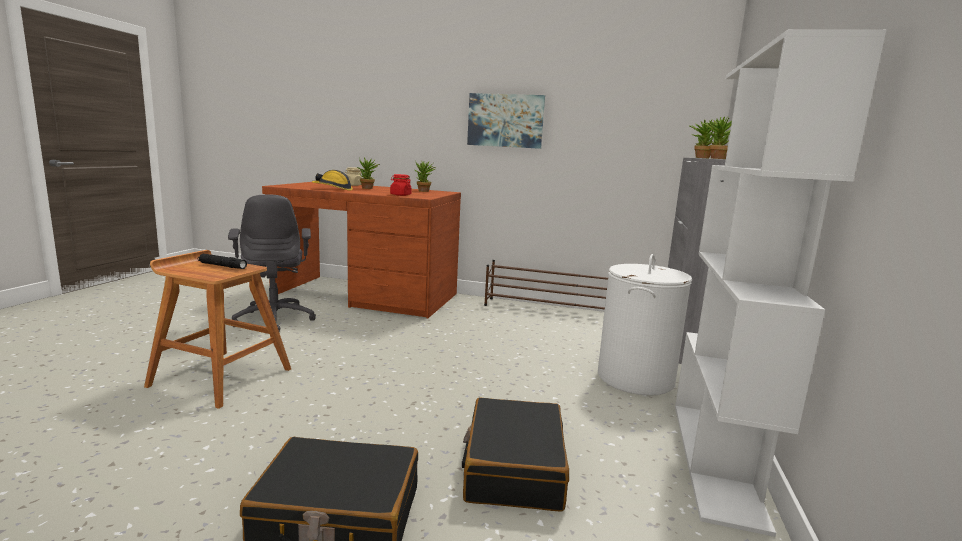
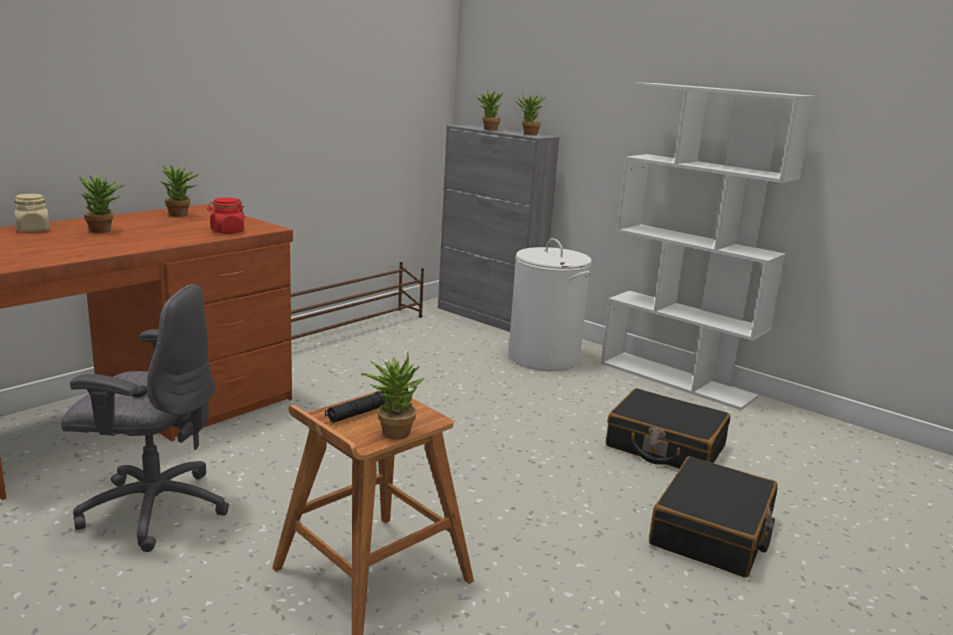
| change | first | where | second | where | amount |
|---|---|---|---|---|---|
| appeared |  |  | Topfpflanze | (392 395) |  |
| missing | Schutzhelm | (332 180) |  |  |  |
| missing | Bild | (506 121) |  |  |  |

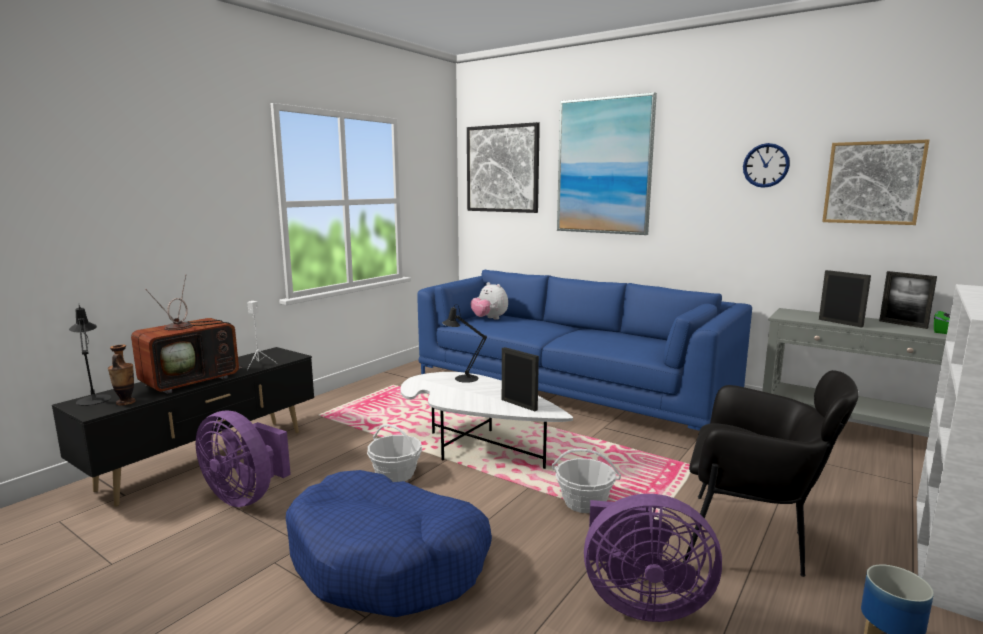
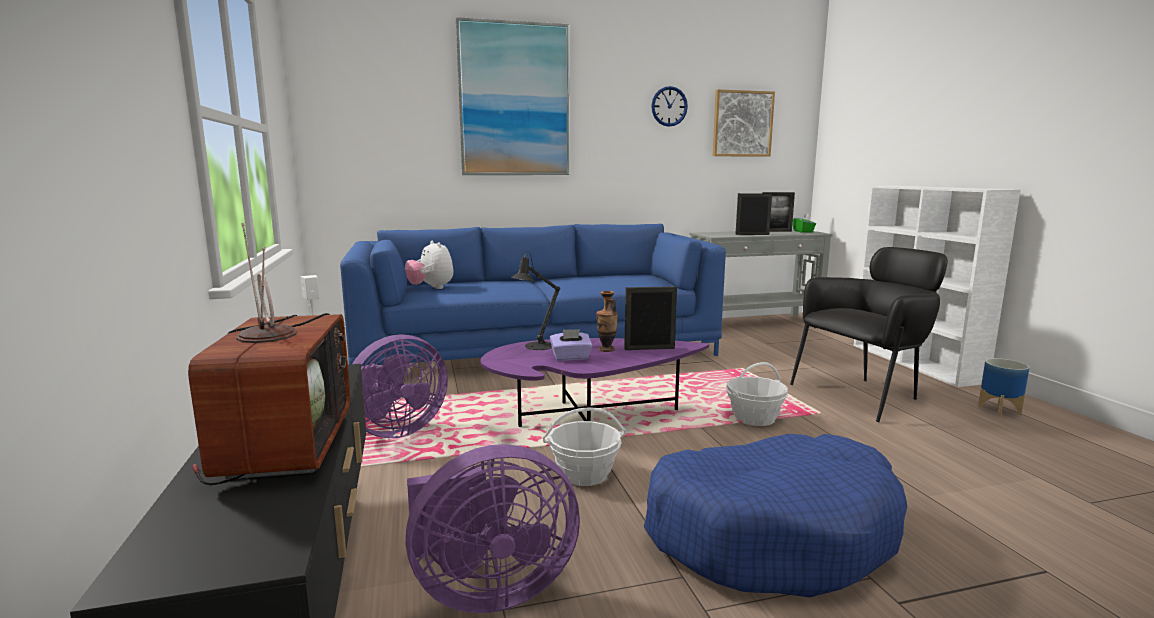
| change | first | where | second | where | amount |
|---|---|---|---|---|---|
| relocated | Ventilator (lila) | (653 558) |  | (400 386) |  |
| spun | Plüschtier | (489 301) |  | (429 265) | 60 degrees clockwise |
| colour | Couchtisch (weiß) | (486 420) | Couchtisch (lila) | (594 382) |  |
| appeared |  |  | Taschentuchbox (lila) | (571 345) |  |
| relocated | Vase | (121 374) |  | (607 321) |  |
| missing | Tischlampe (schwarz) | (90 355) |  |  |  |
| missing | Bild | (503 167) |  |  |  |

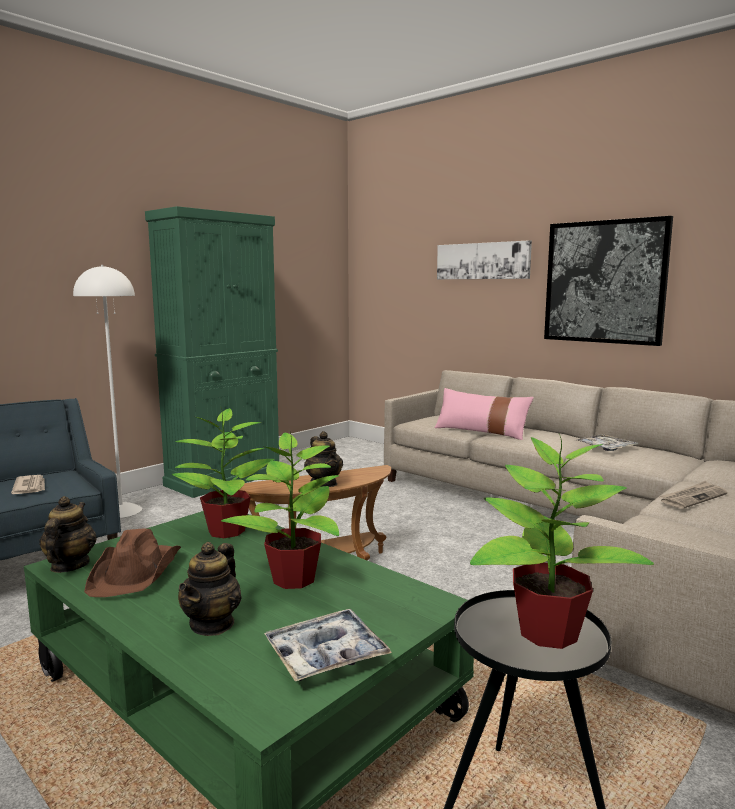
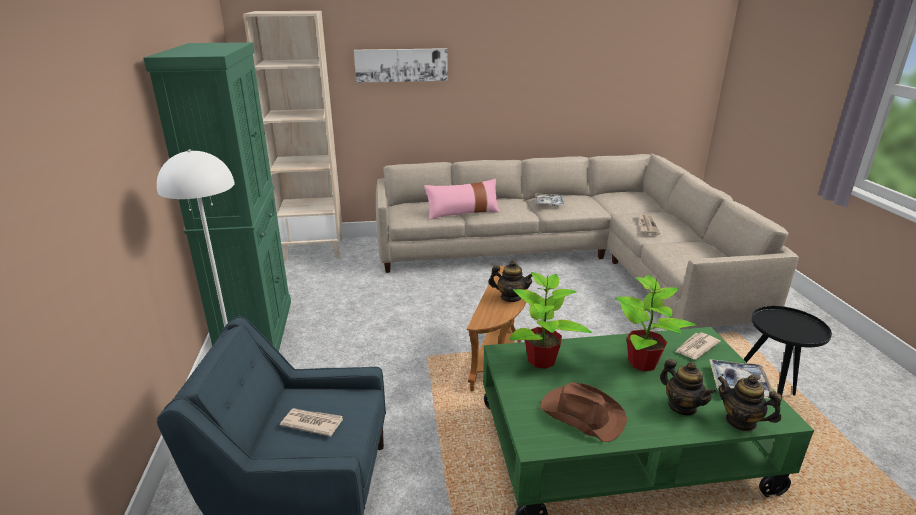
| change | first | where | second | where | amount |
|---|---|---|---|---|---|
| appeared |  |  | Bücherregal (beige) | (292 136) |  |
| appeared |  |  | Zeitung | (698 345) |  |
| relocated | Teekanne | (68 534) |  | (749 403) |  |
| missing | Topfpflanze | (562 541) |  |  |  |
| missing | Bild | (608 281) |  |  |  |

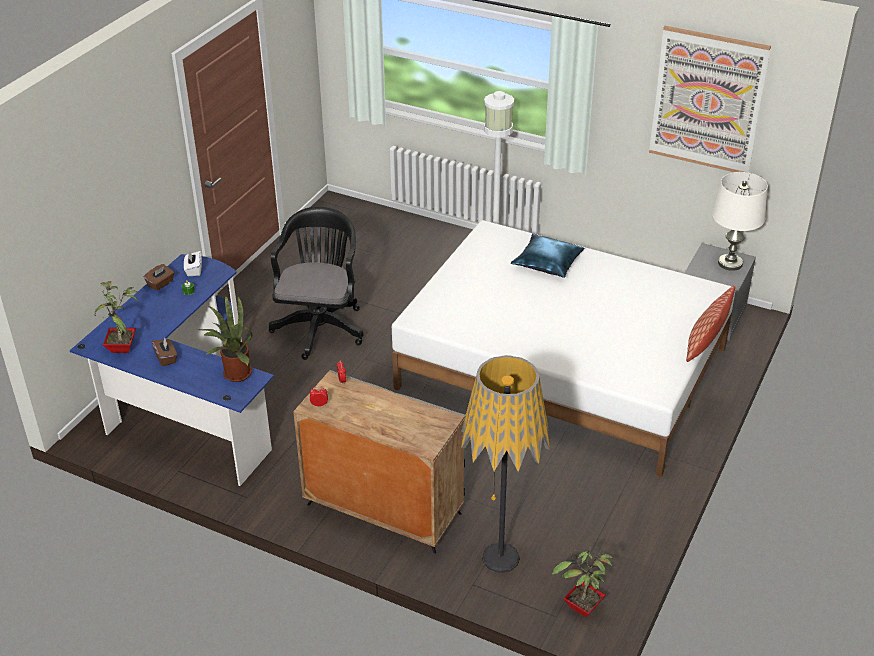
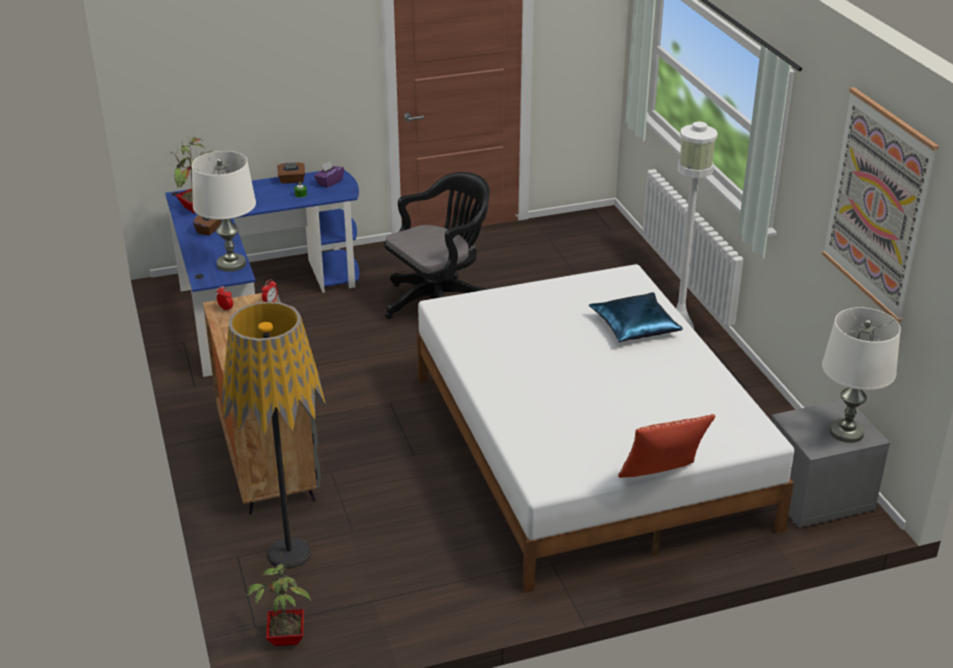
| change | first | where | second | where | amount |
|---|---|---|---|---|---|
| exchanged | Topfpflanze | (226 338) | Tischlampe (weiß) | (224 211) |  |
| colour | Taschentuchbox (weiß) | (193 263) | Taschentuchbox (lila) | (329 174) |  |

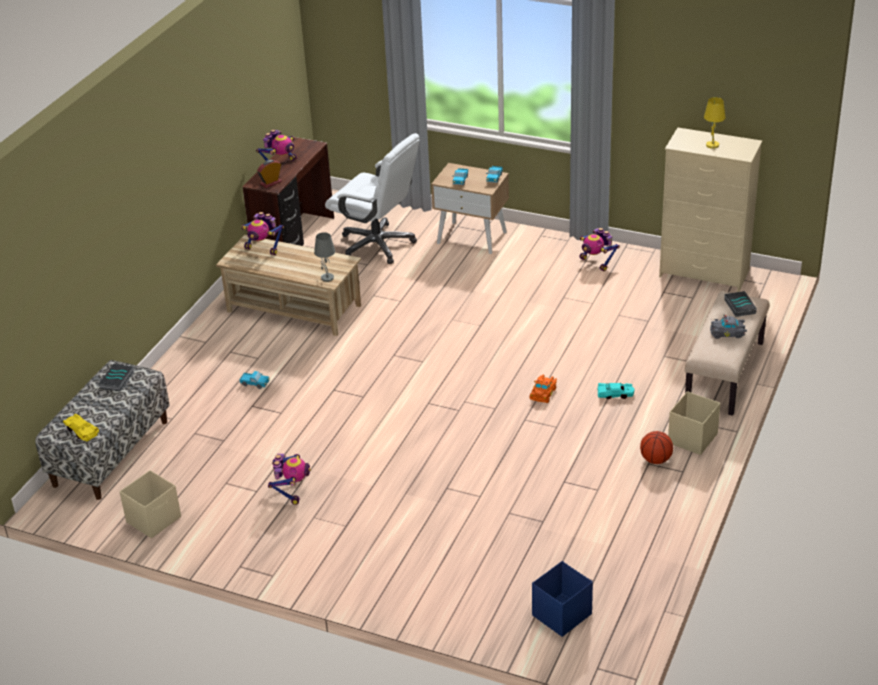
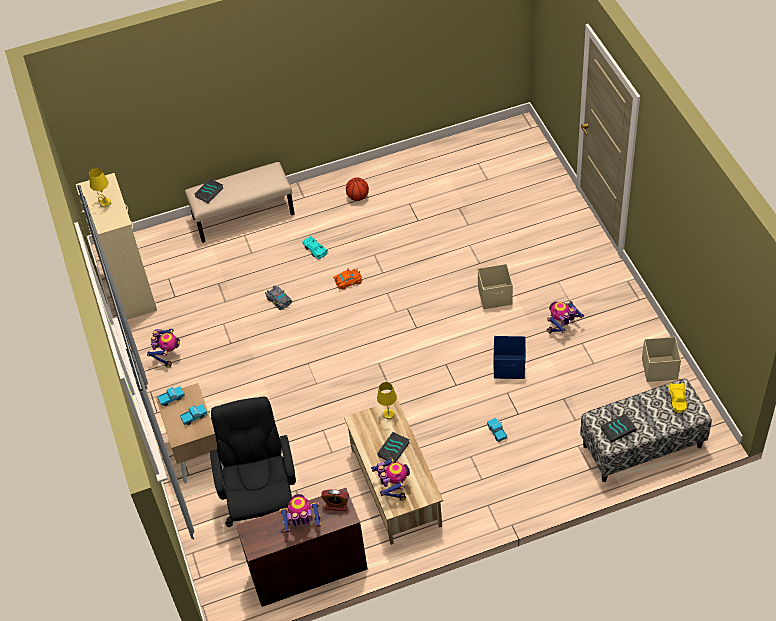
| change | first | where | second | where | amount |
|---|---|---|---|---|---|
| colour | Bürostuhl (weiß) | (372 198) | Bürostuhl (schwarz) | (253 462) |  |
| relocated | Spielzeugauto (grau) | (728 326) |  | (278 297) |  |
| colour | Tischlampe (grau) | (324 257) | Tischlampe (gelb) | (387 400) |  |
| appeared |  |  | Buch | (393 447) |  |
| relocated | Aufbewahrungsbox (beige) | (694 423) |  | (495 286) |  |
| relocated | Aufbewahrungsbox (blau) | (562 599) |  | (509 357) |  |

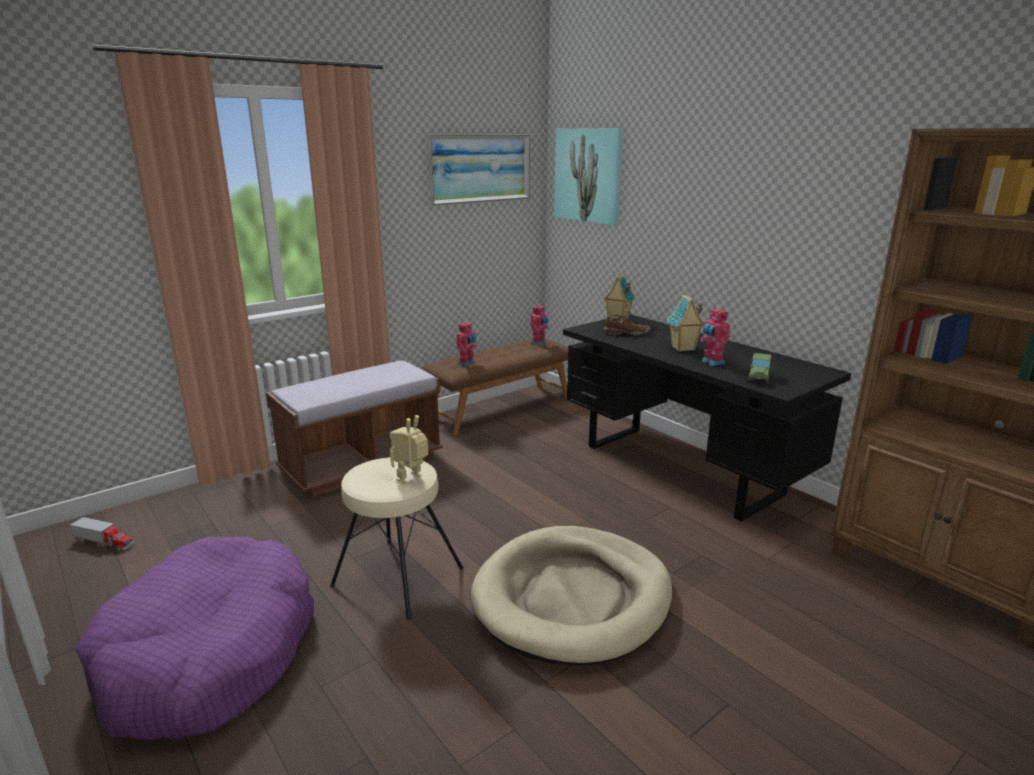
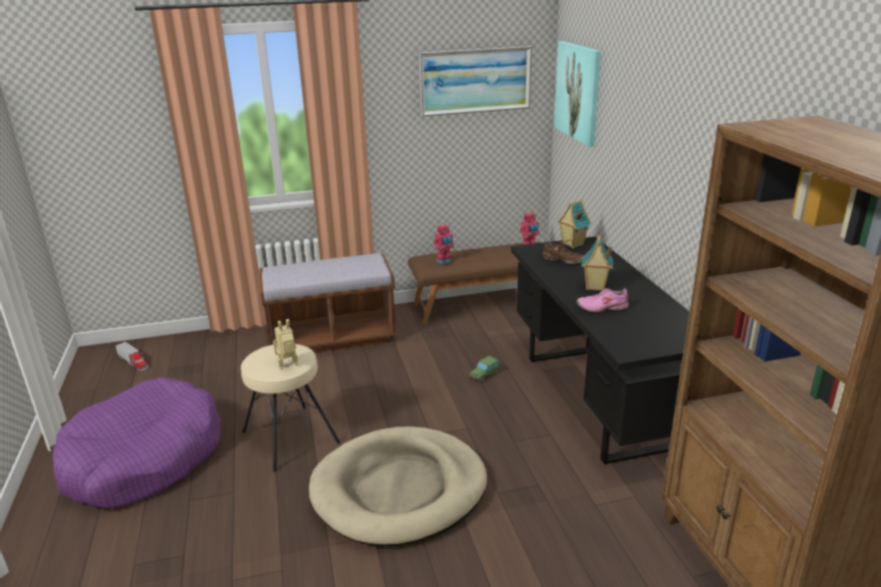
| change | first | where | second | where | amount |
|---|---|---|---|---|---|
| relocated | Spielzeugauto | (759 368) |  | (484 369) |  |
| exchanged | Spielzeugroboter | (715 336) | Schuh (rosa) | (603 299) |  |

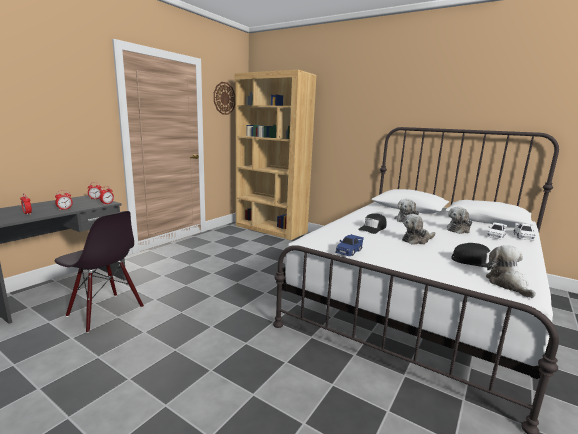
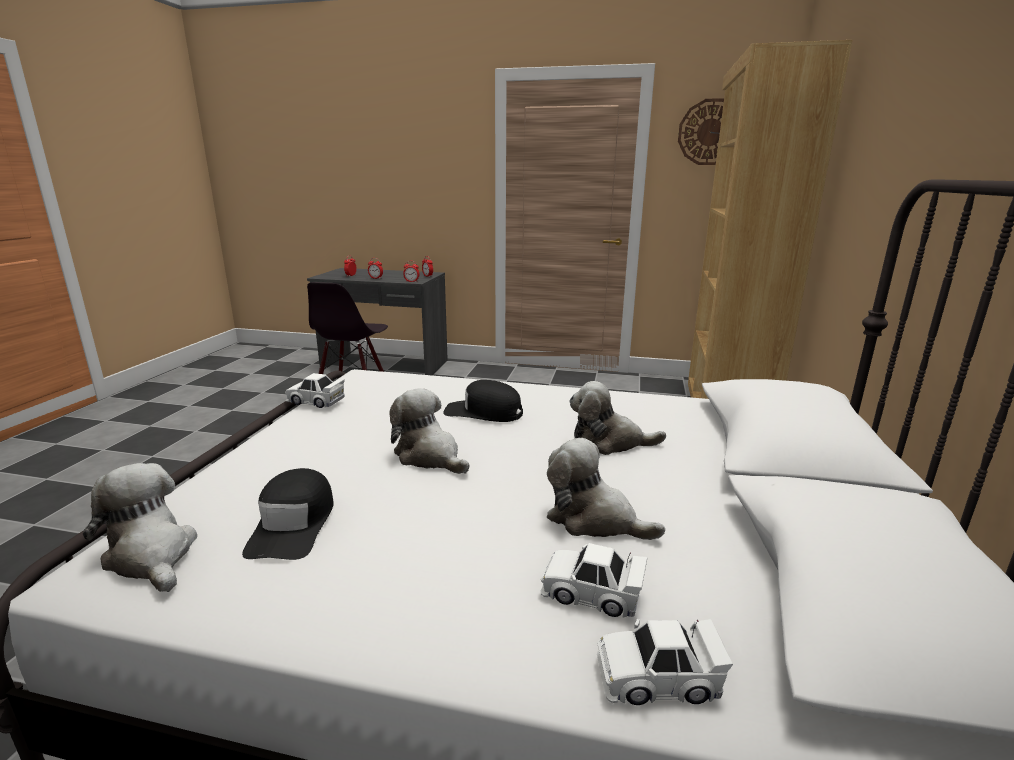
| change | first | where | second | where | amount |
|---|---|---|---|---|---|
| spun | Plüschtier | (511 271) |  | (140 527) | 105 degrees counterclockwise |
| colour | Spielzeugauto (blau) | (349 245) | Spielzeugauto (weiß) | (315 390) |  |

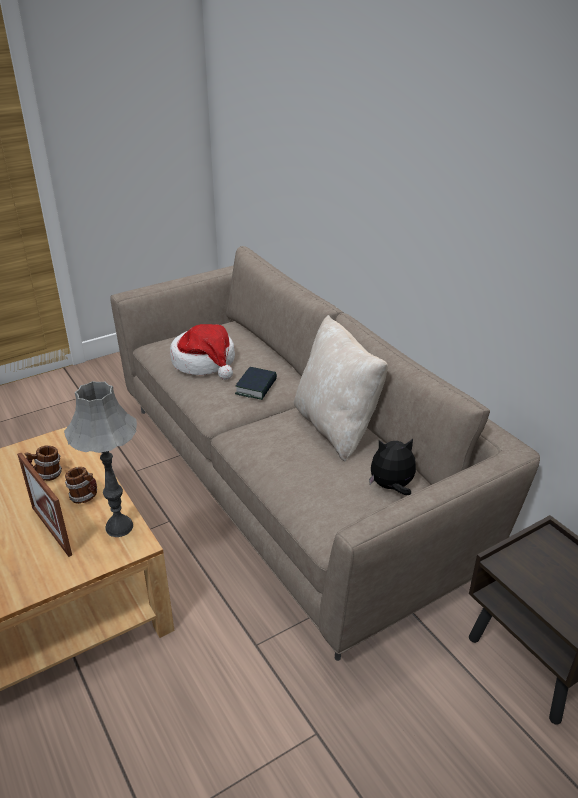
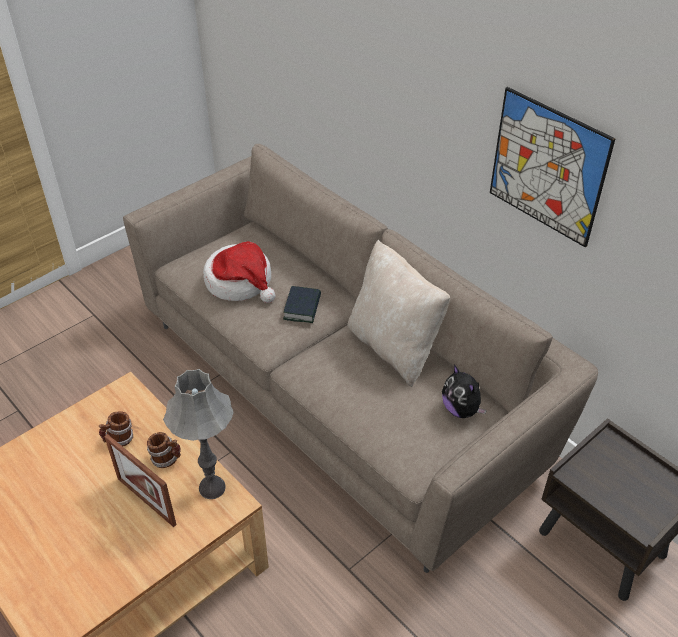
| change | first | where | second | where | amount |
|---|---|---|---|---|---|
| spun | Plüschtier | (392 467) |  | (464 391) | 105 degrees counterclockwise |
| appeared |  |  | Bild | (553 167) |  |

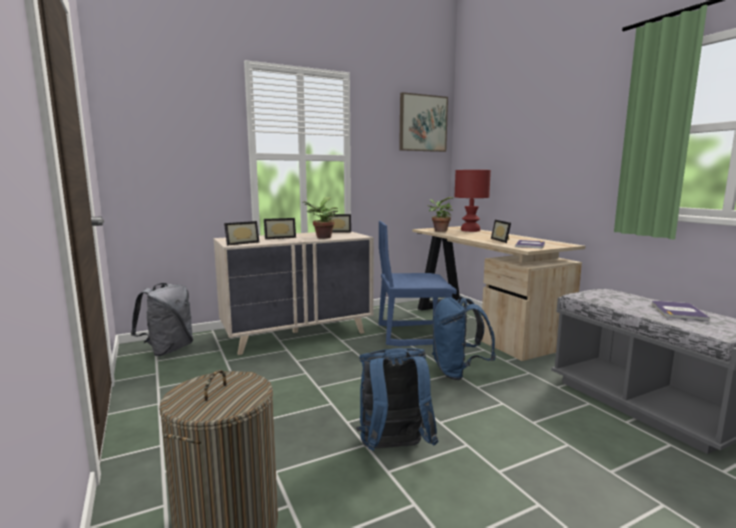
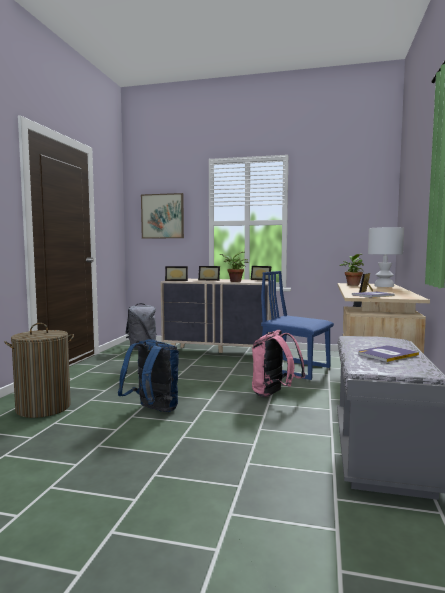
| change | first | where | second | where | amount |
|---|---|---|---|---|---|
| relocated | Bild | (423 122) |  | (162 216) |  |
| colour | Rucksack (blau) | (464 338) | Rucksack (rosa) | (279 363) |  |
| colour | Tischlampe (rot) | (473 201) | Tischlampe (weiß) | (386 257) |  |

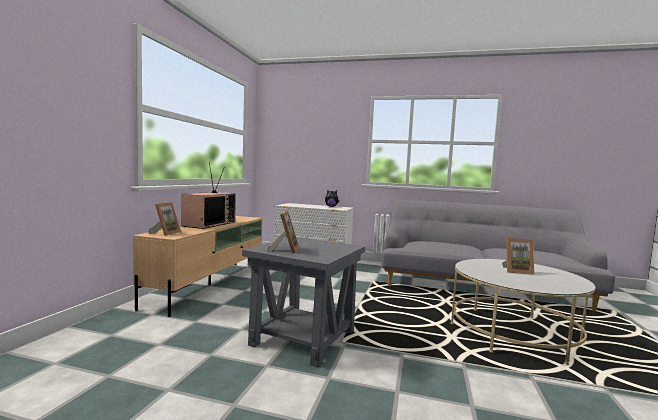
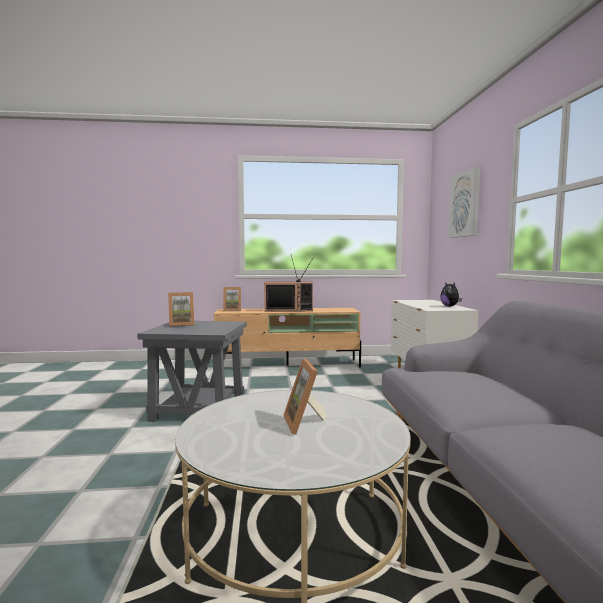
| change | first | where | second | where | amount |
|---|---|---|---|---|---|
| appeared |  |  | Bild | (464 202) |  |

